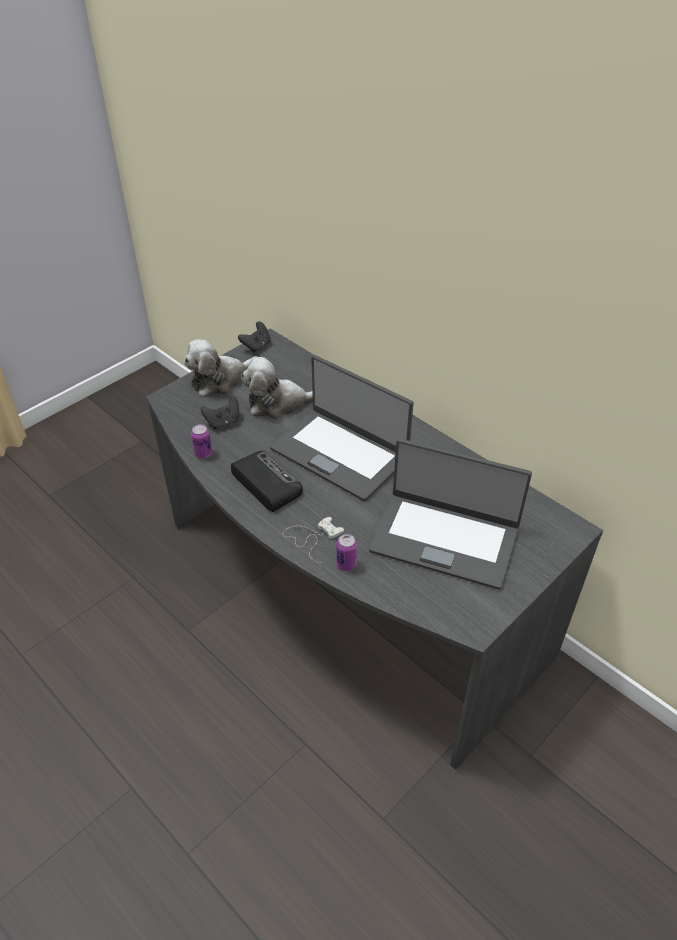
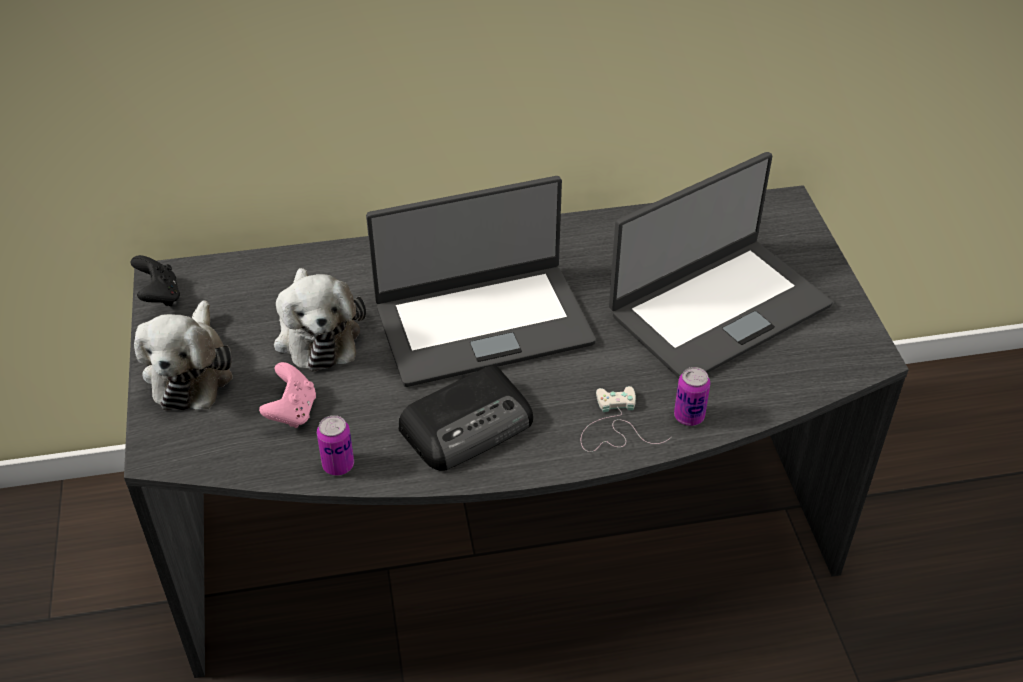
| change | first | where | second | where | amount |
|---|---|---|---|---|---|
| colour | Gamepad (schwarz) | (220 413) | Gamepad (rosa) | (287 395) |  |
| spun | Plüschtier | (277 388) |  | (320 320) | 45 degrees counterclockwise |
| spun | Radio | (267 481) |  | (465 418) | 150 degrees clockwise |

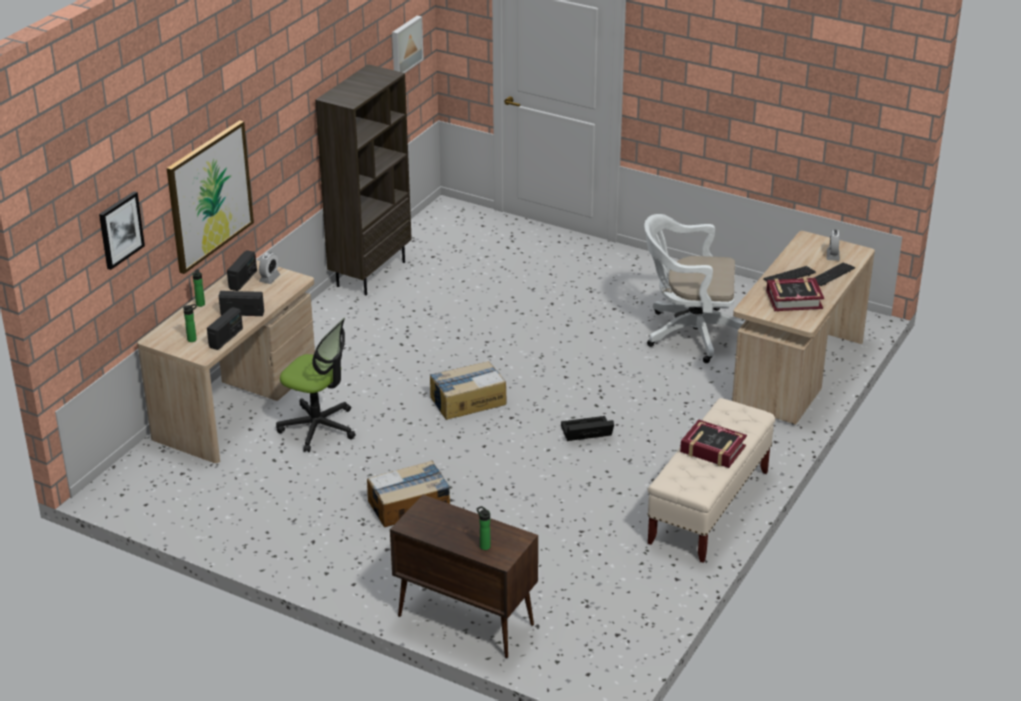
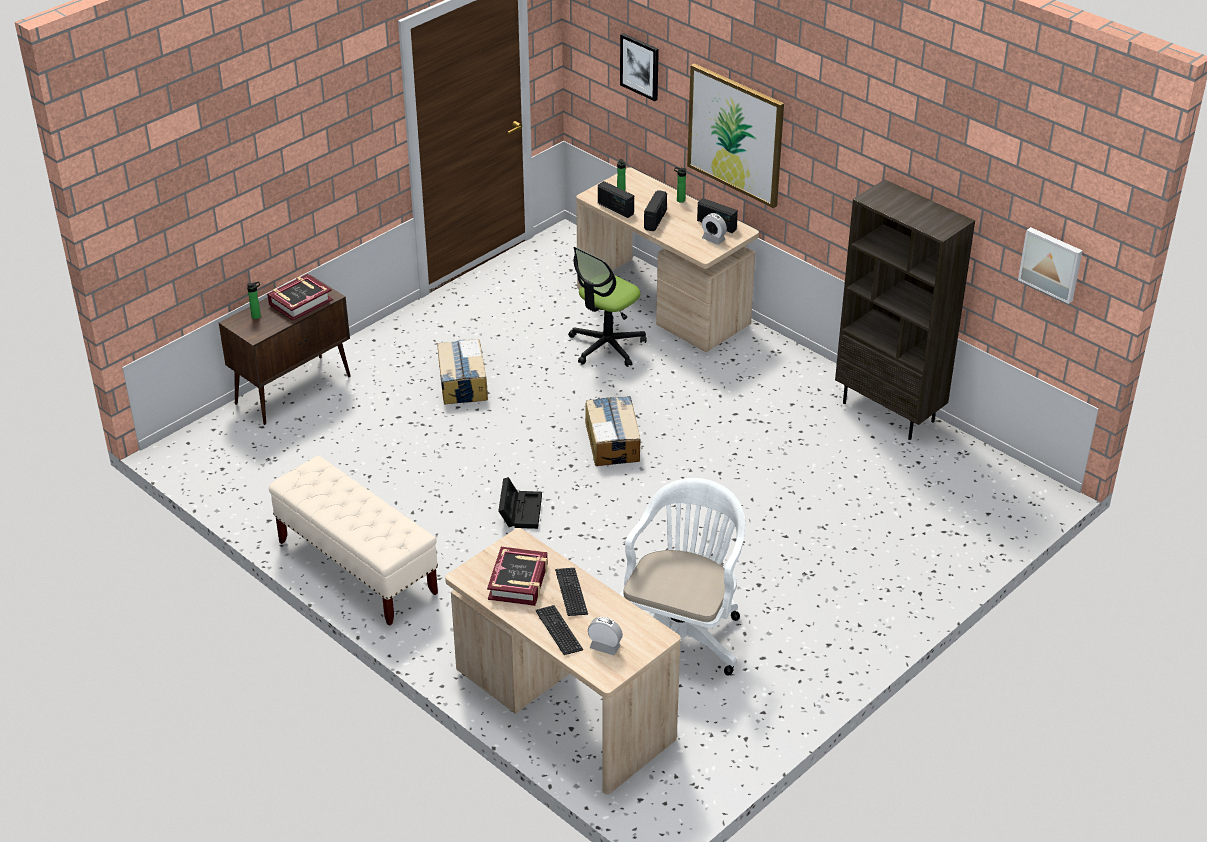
| change | first | where | second | where | amount |
|---|---|---|---|---|---|
| relocated | Buch | (713 444) |  | (300 297) |  |

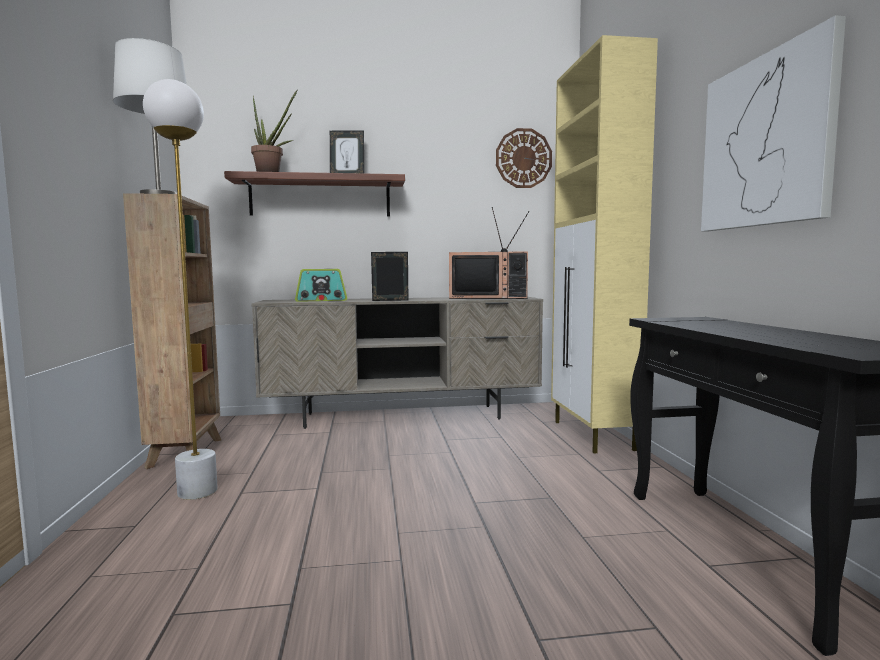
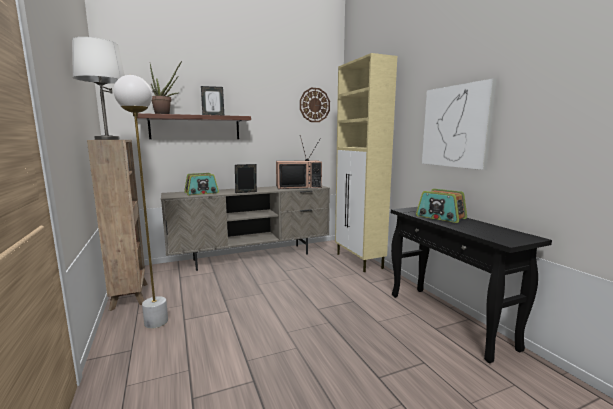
| change | first | where | second | where | amount |
|---|---|---|---|---|---|
| appeared |  |  | Radio | (441 206) |  |

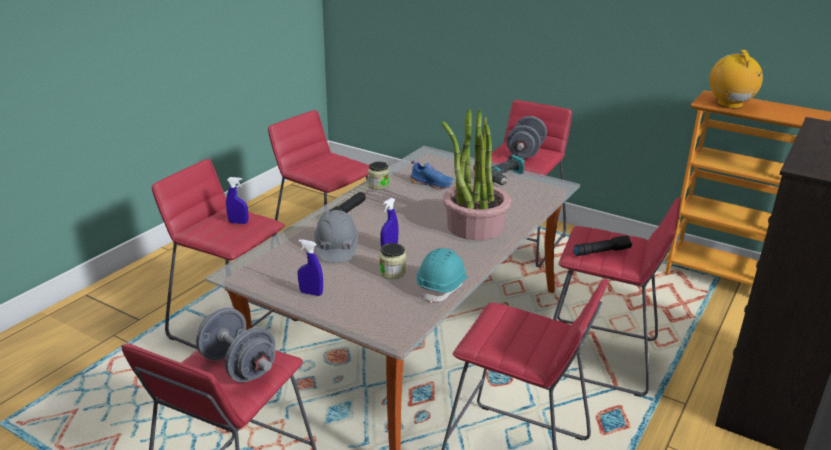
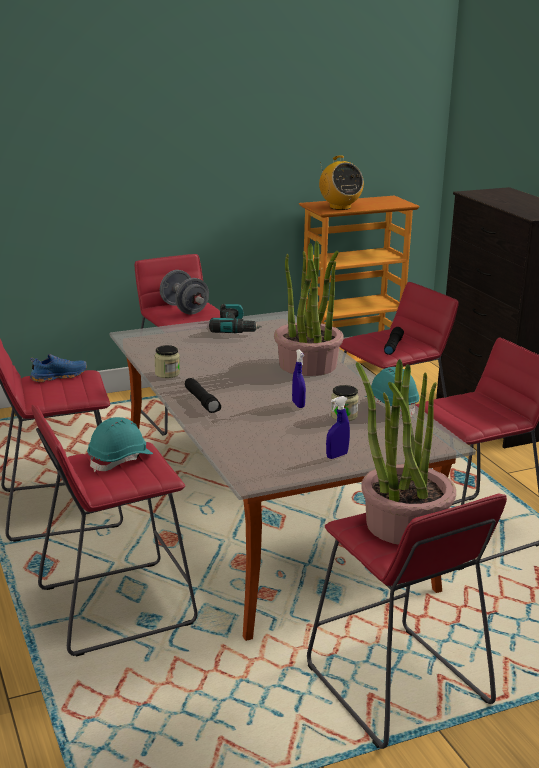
| change | first | where | second | where | amount |
|---|---|---|---|---|---|
| relocated | Schuh (blau) | (432 174) |  | (58 368) |  |
| exchanged | Sprühflasche (blau) | (237 200) | Schutzhelm (türkis) | (120 444) |  |
| spun | Radio | (737 79) |  | (341 182) | 150 degrees counterclockwise |
| exchanged | Hantel (grau) | (236 344) | Topfpflanze | (406 452) |  |
| missing | Schutzhelm (grau) | (336 236) |  |  |  |

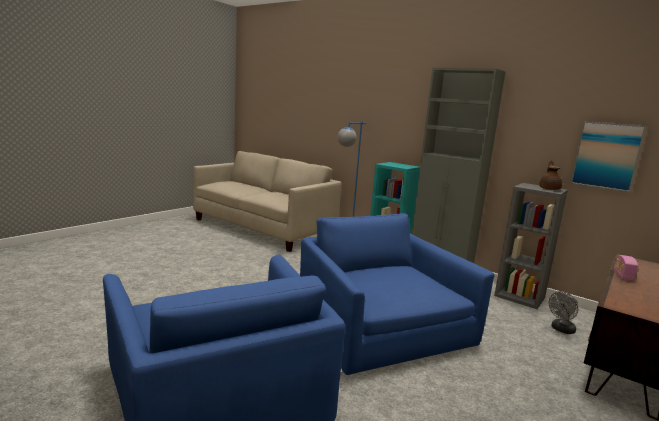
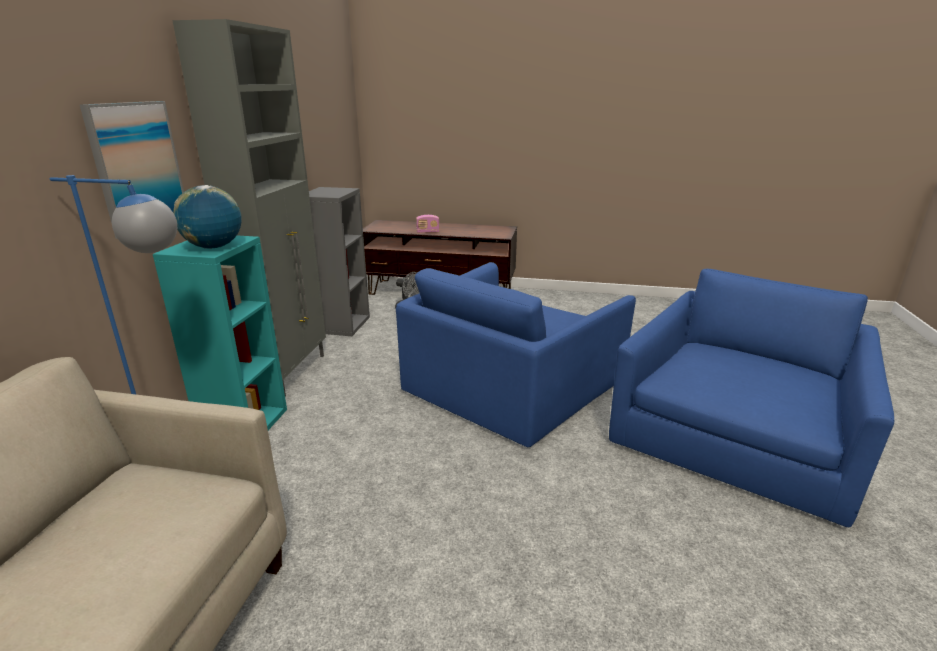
| change | first | where | second | where | amount |
|---|---|---|---|---|---|
| relocated | Bild | (608 156) |  | (132 170) |  |
| appeared |  |  | Globus | (207 217) |  |
| missing | Teekanne (braun) | (550 175) |  |  |  |

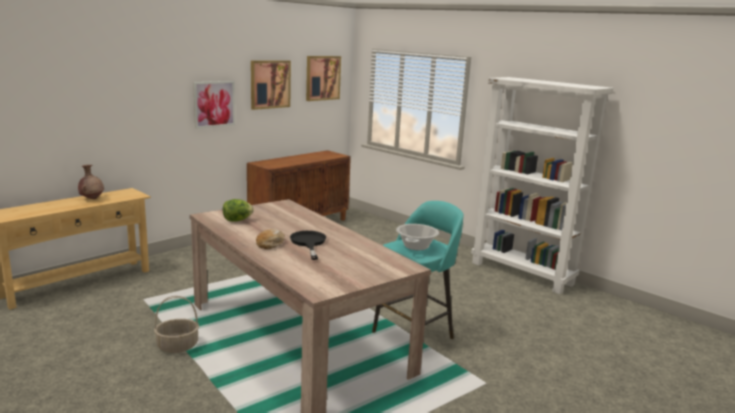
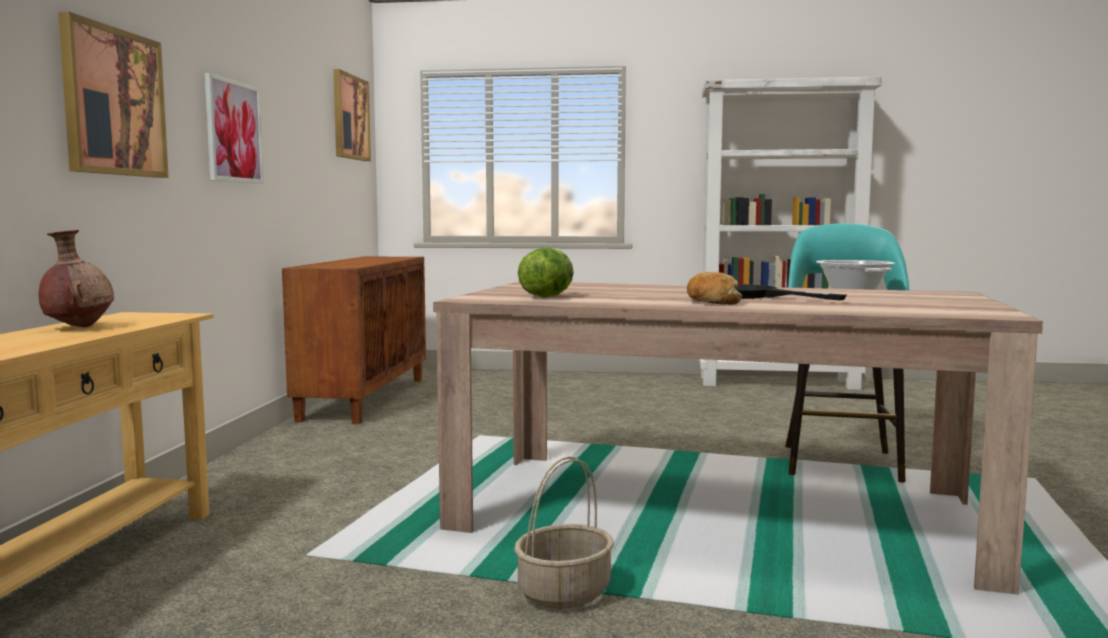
| change | first | where | second | where | amount |
|---|---|---|---|---|---|
| relocated | Bild | (271 85) |  | (113 95) |  |

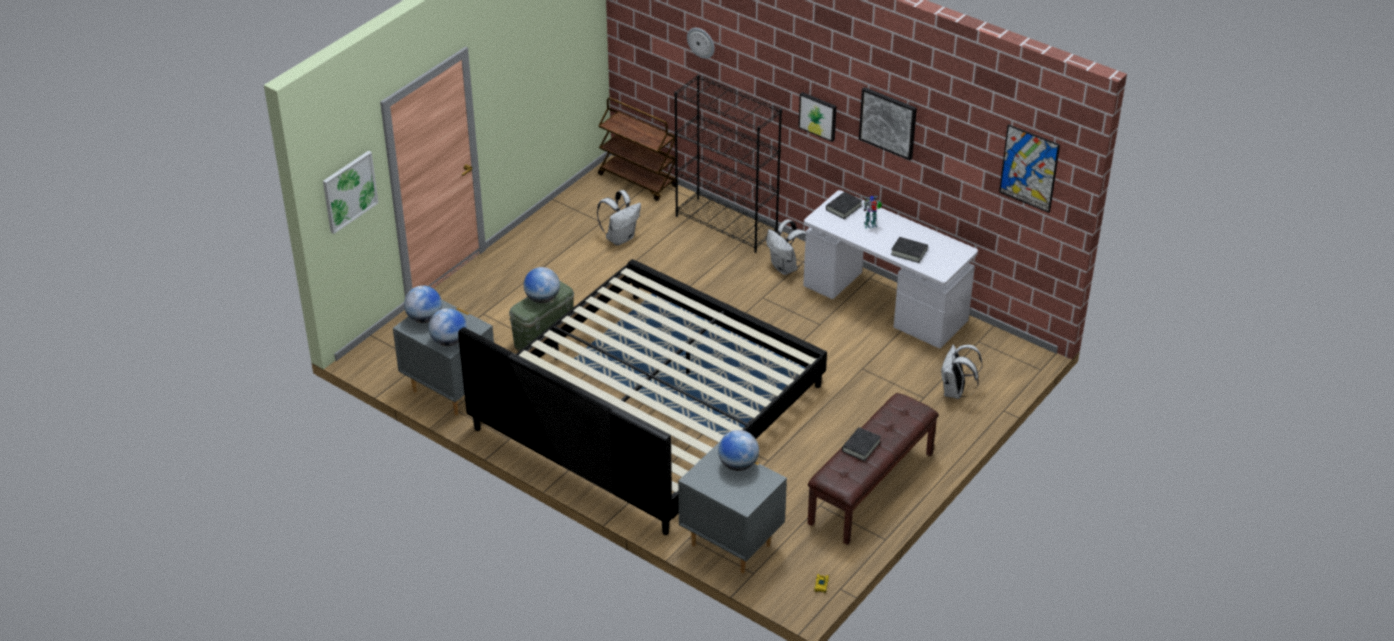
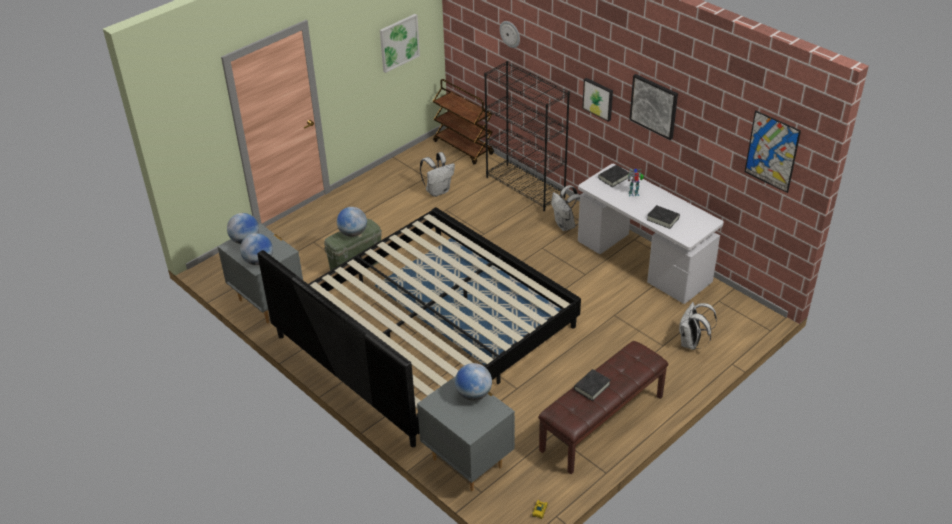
| change | first | where | second | where | amount |
|---|---|---|---|---|---|
| relocated | Bild | (350 192) |  | (400 43) |  |

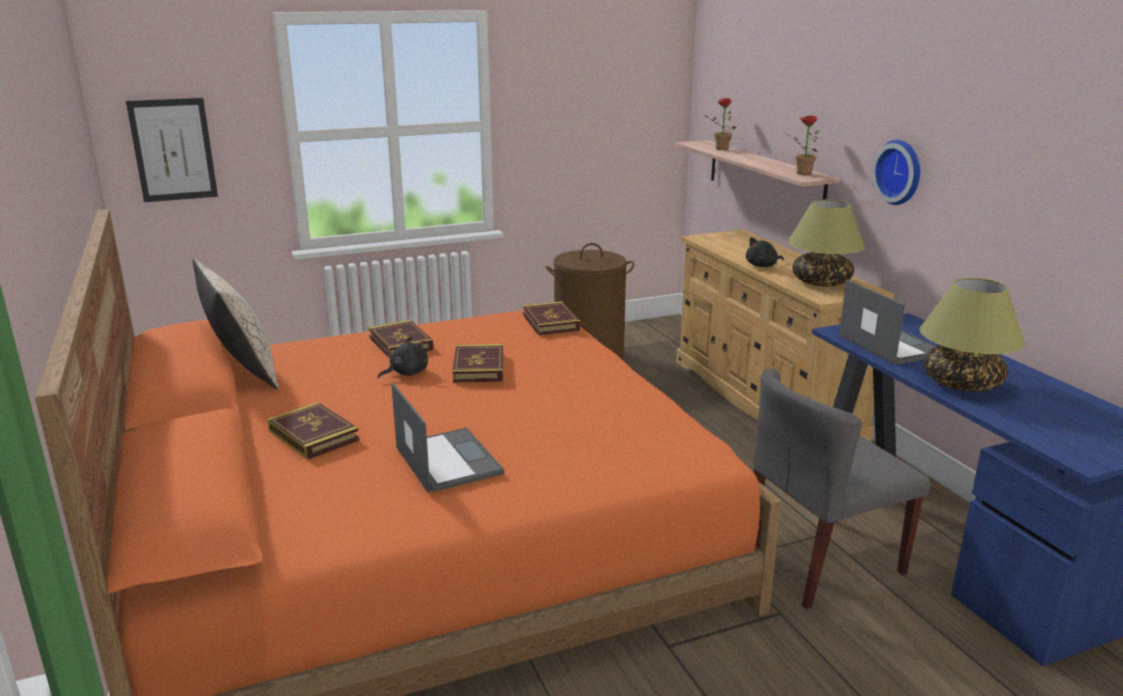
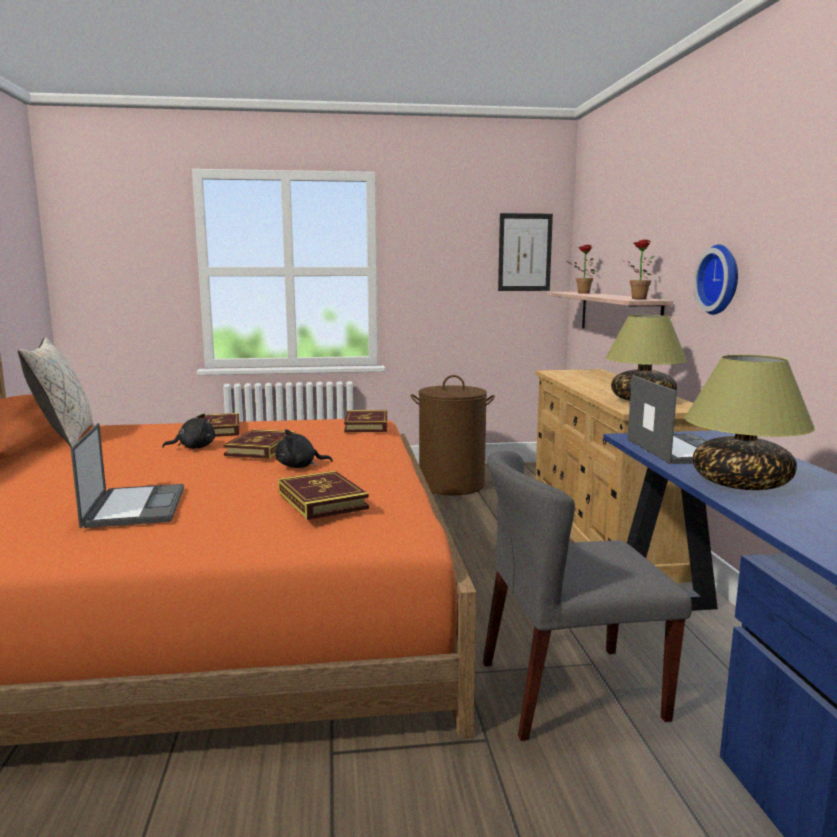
| change | first | where | second | where | amount |
|---|---|---|---|---|---|
| relocated | Plüschtier (schwarz) | (765 252) |  | (304 448) |  |
| relocated | Buch | (313 431) |  | (323 495) |  |
| relocated | Bild | (172 150) |  | (525 252) |  |

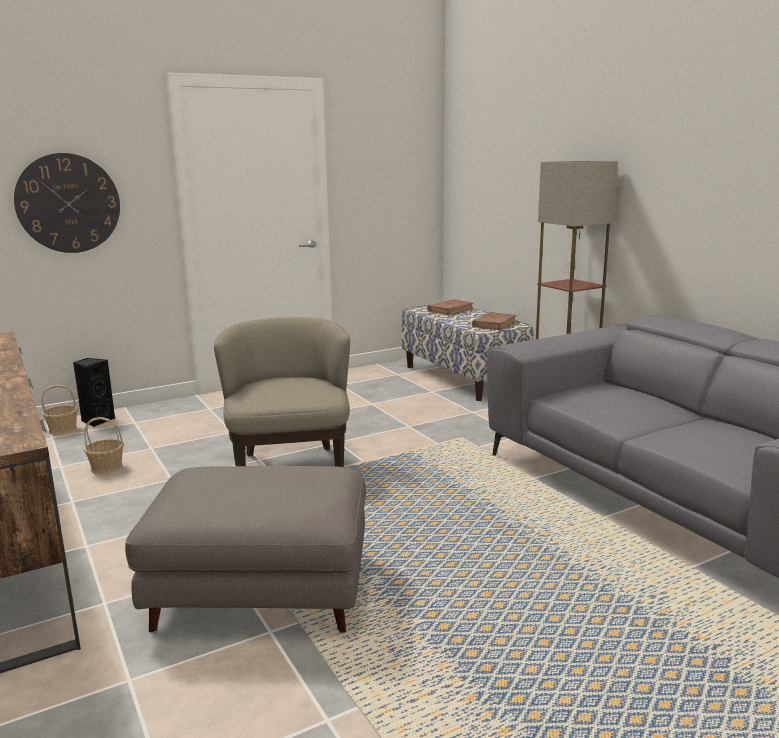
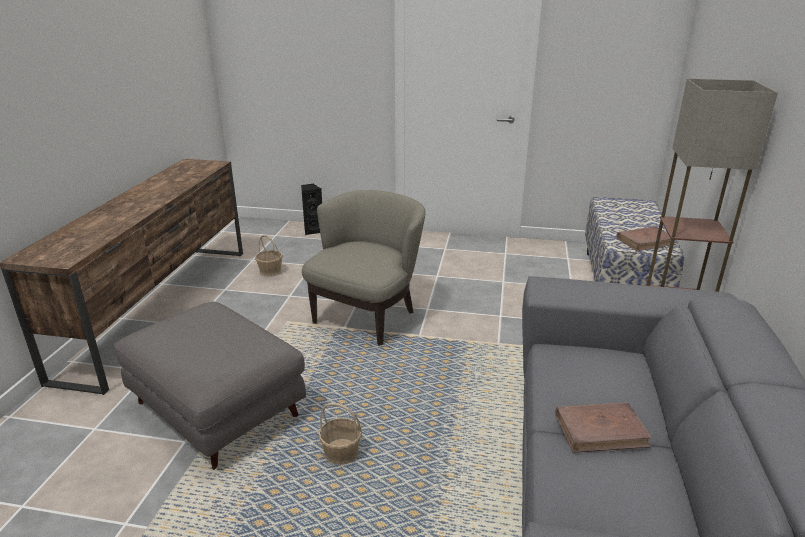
| change | first | where | second | where | amount |
|---|---|---|---|---|---|
| relocated | Korb | (60 410) |  | (340 433) |  |
| relocated | Buch (braun) | (450 307) |  | (603 427) |  |
| missing | Wanduhr | (67 203) |  |  |  |

